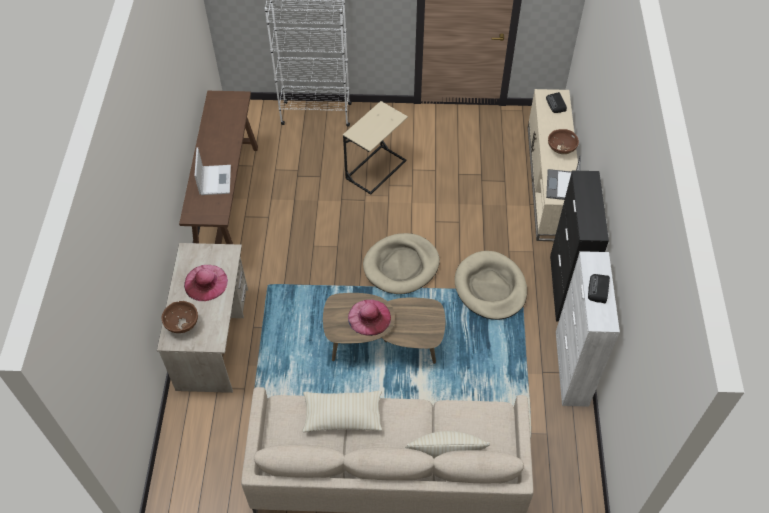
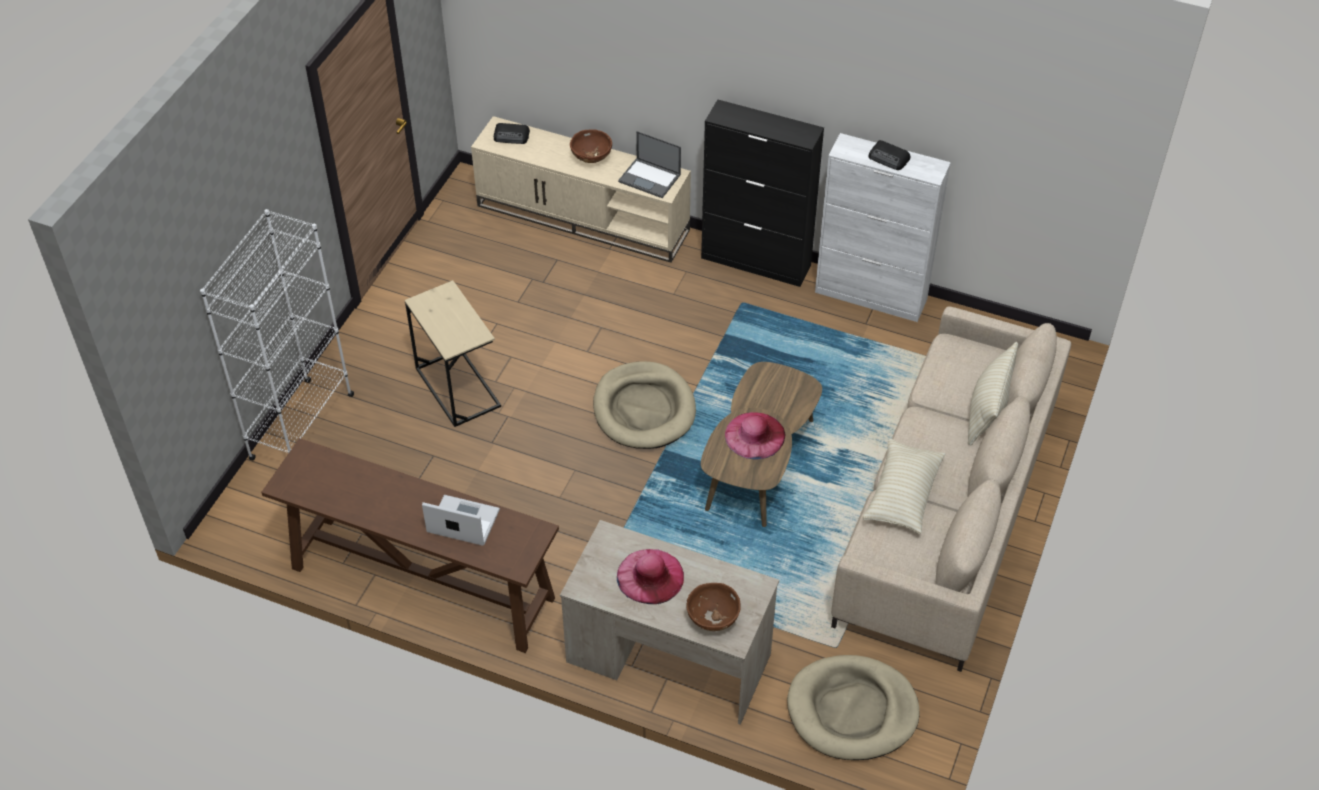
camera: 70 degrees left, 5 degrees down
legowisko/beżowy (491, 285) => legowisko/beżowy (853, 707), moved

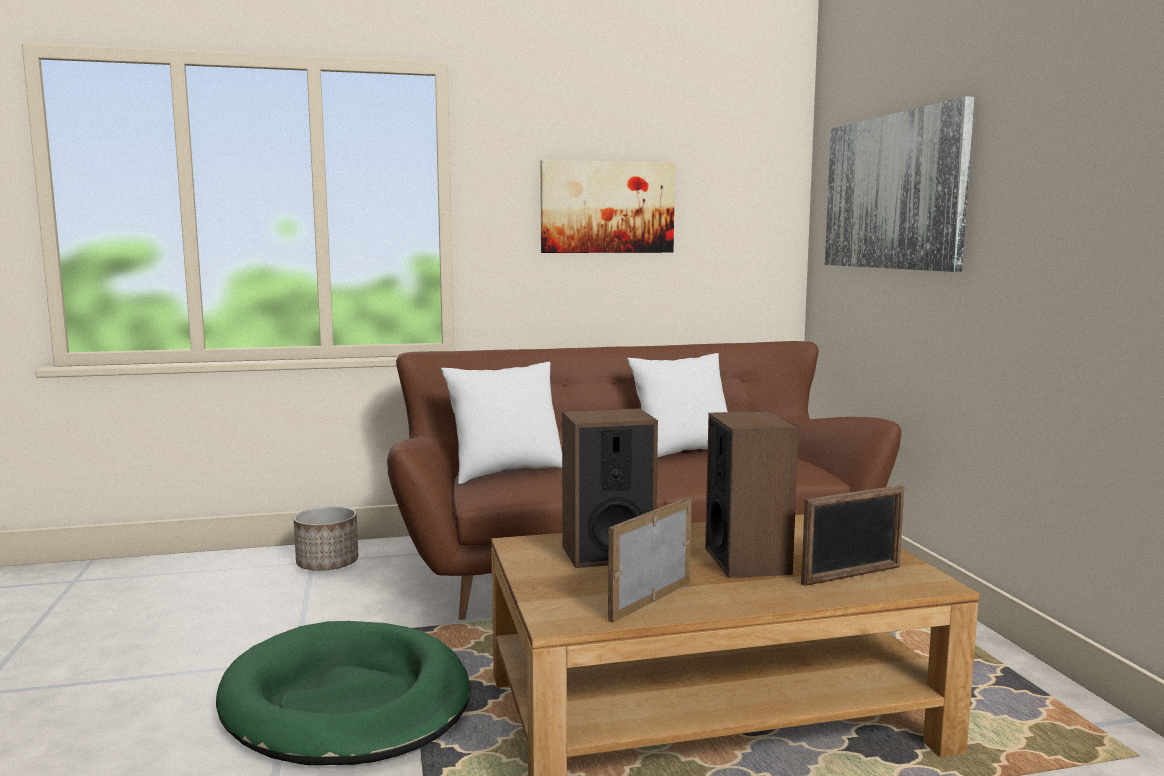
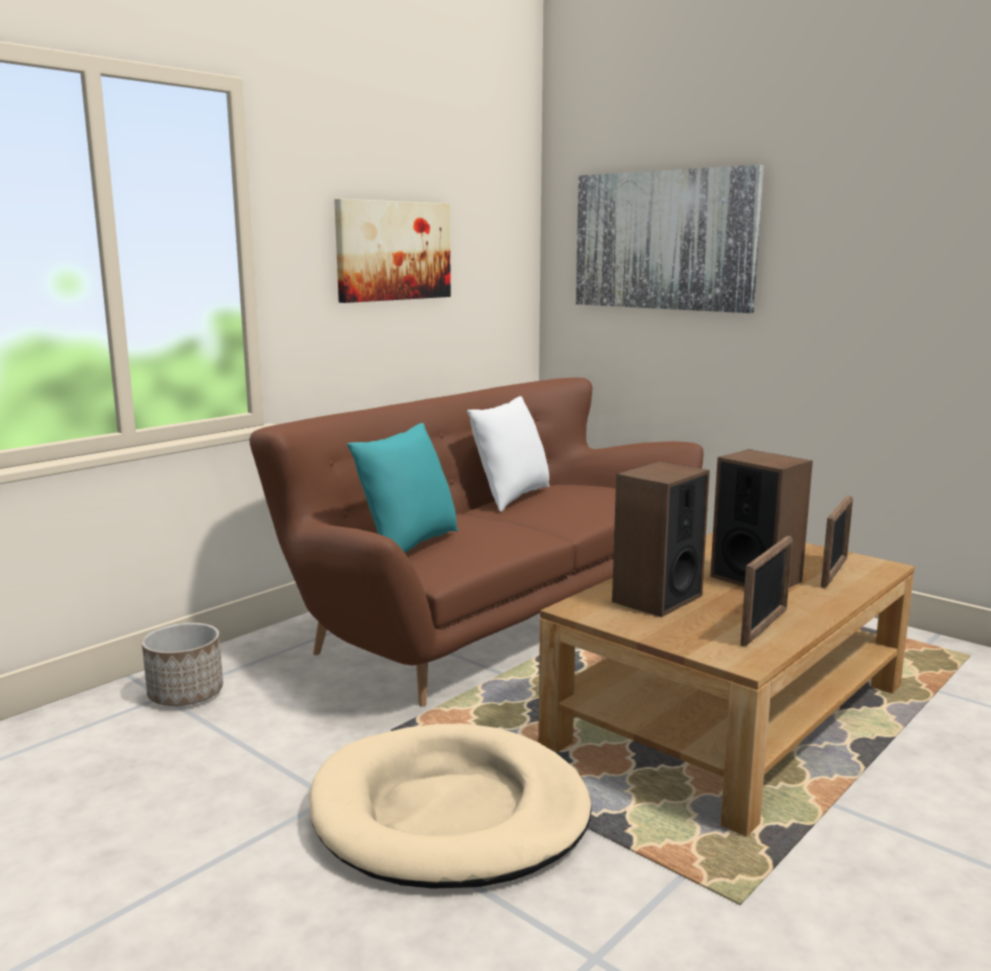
camera: 35 degrees left, 5 degrees up
legowisko/zielony (343, 693) => legowisko/beżowy (451, 806)
poduszka/biały (501, 423) => poduszka/turkusowy (402, 488)
ramka na zdjęcie (650, 560) => ramka na zdjęcie (766, 591), 150 degrees counterclockwise

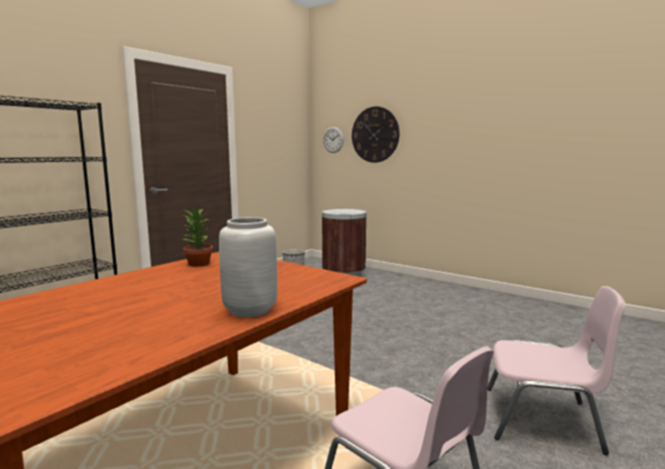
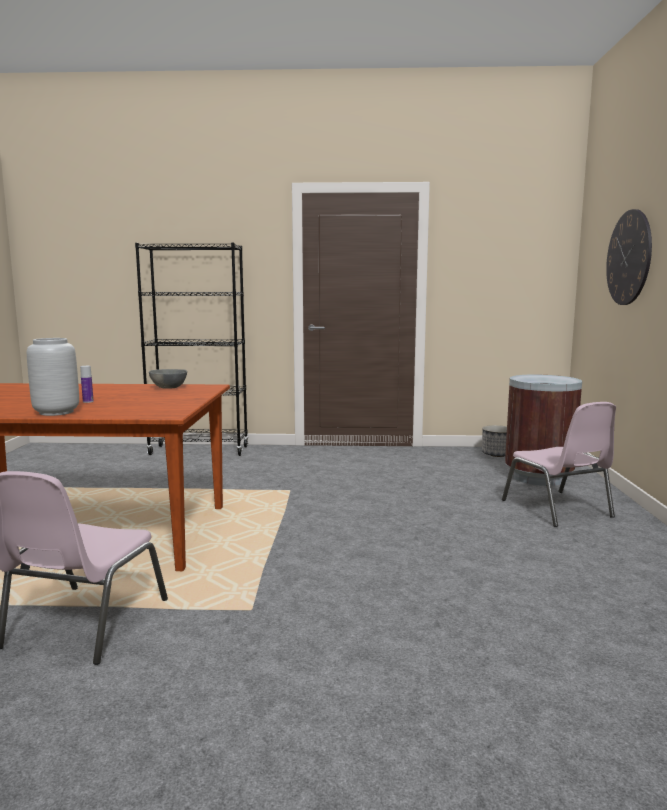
camera: 55 degrees right, 0 degrees up
nothing => butelka (87, 384)
roślina doniczkowa (198, 237) => miska/szary (168, 379)
krzesło/różowy (556, 370) => krzesło/różowy (559, 464), moved
zegar ścienny (333, 140) => nothing

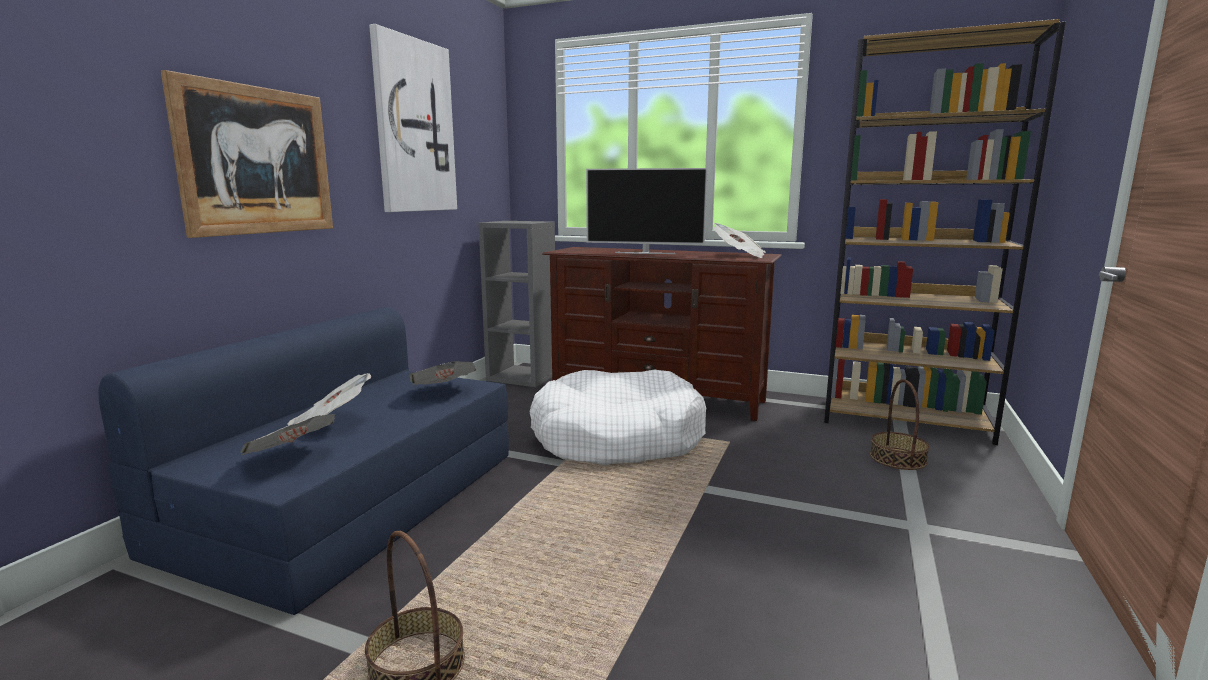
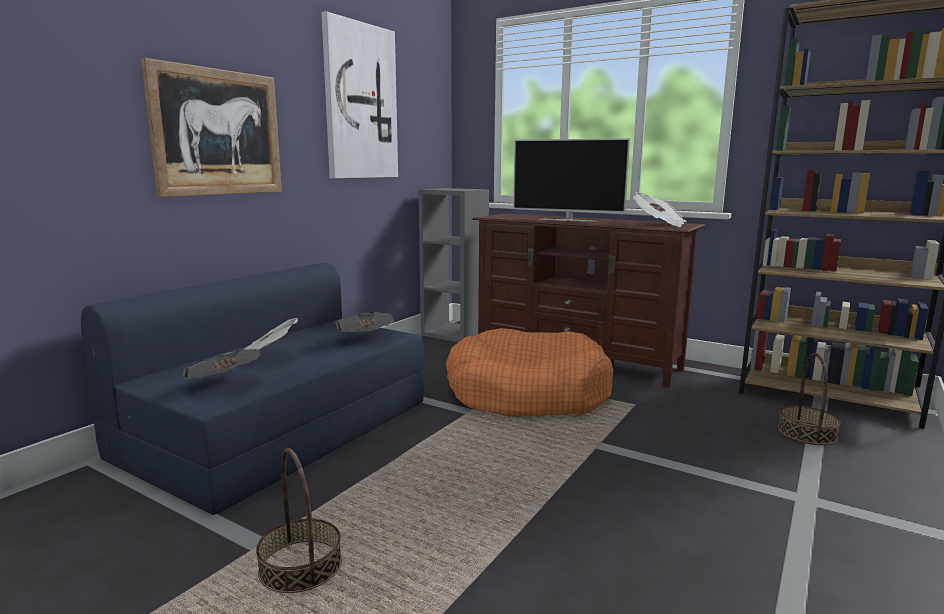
camera: 10 degrees right, 0 degrees up
legowisko/biały (618, 417) => legowisko/pomarańczowy (529, 372)

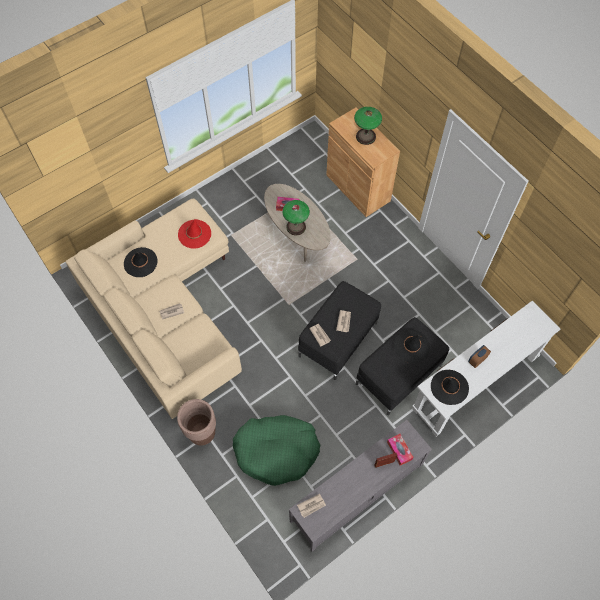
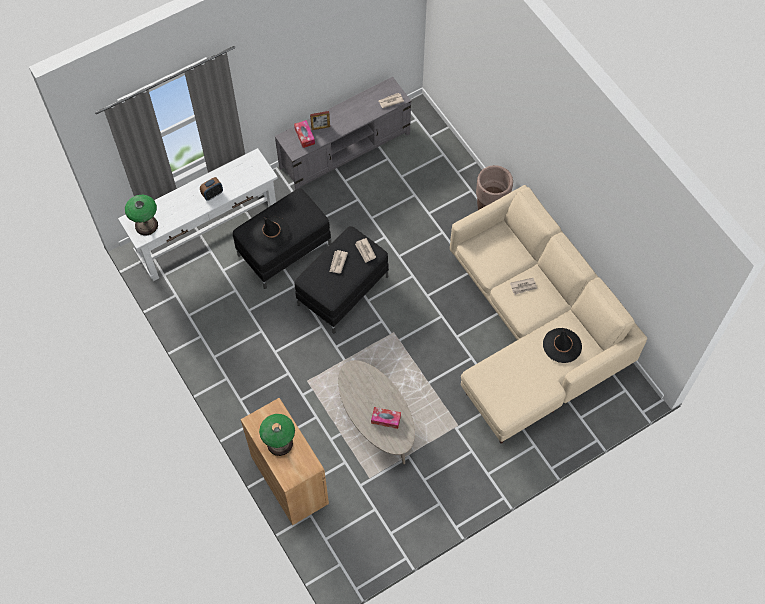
camera: 175 degrees left, 0 degrees up
lampa stołowa (296, 217) => lampa stołowa (141, 215), moved
kapelusz/czerwony (194, 234) => nothing
legowisko/zielony (276, 450) => nothing
kapelusz/czarny (450, 387) => nothing

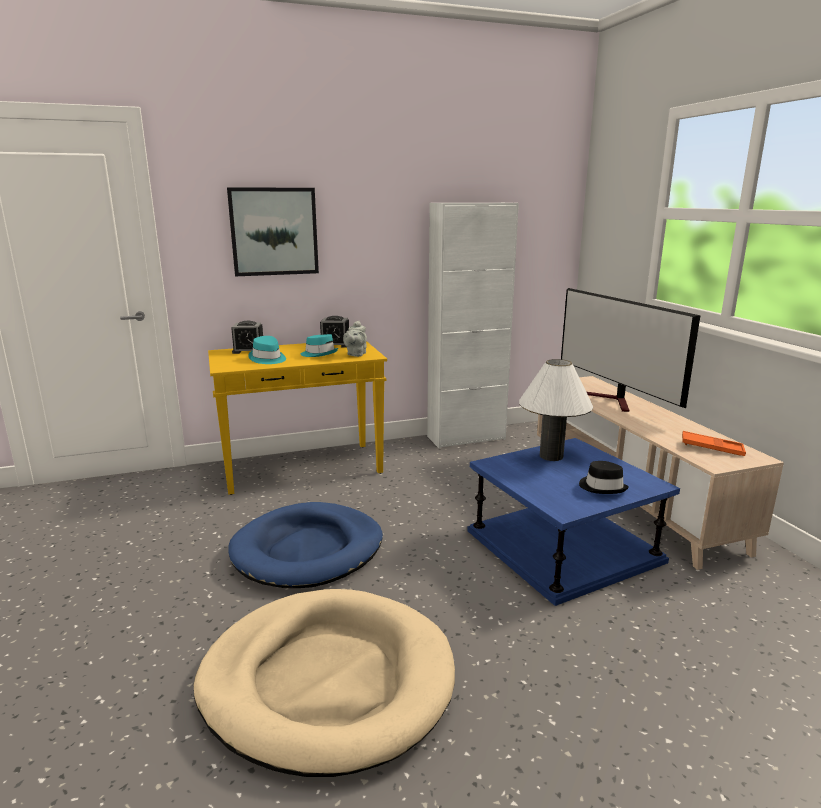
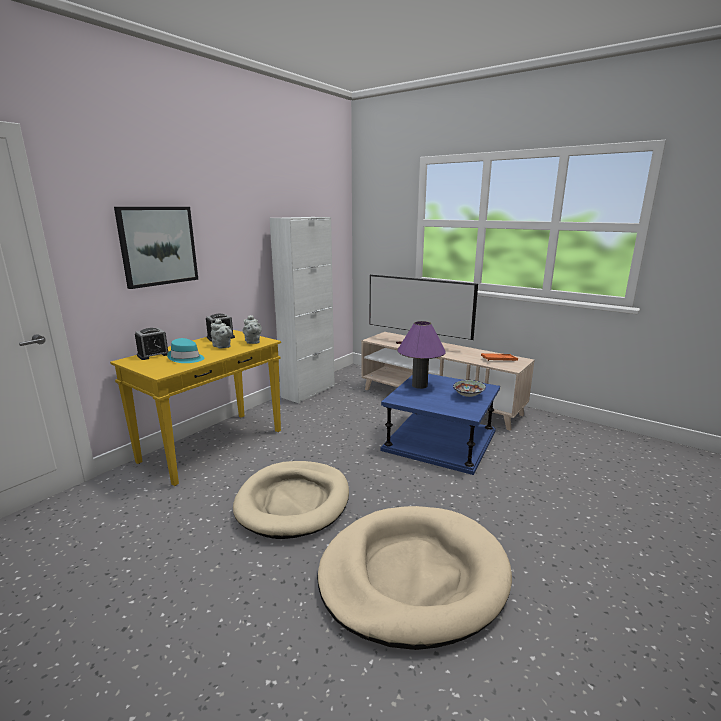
camera: 35 degrees left, 0 degrees up
kapelusz/turkusowy (319, 345) => imbryk/szary (221, 334)
legowisko/niebieski (305, 545) => legowisko/beżowy (291, 500)
lampa stołowa/biały (556, 410) => lampa stołowa/fioletowy (421, 355)
kapelusz/czarny (604, 477) => miska (469, 388)

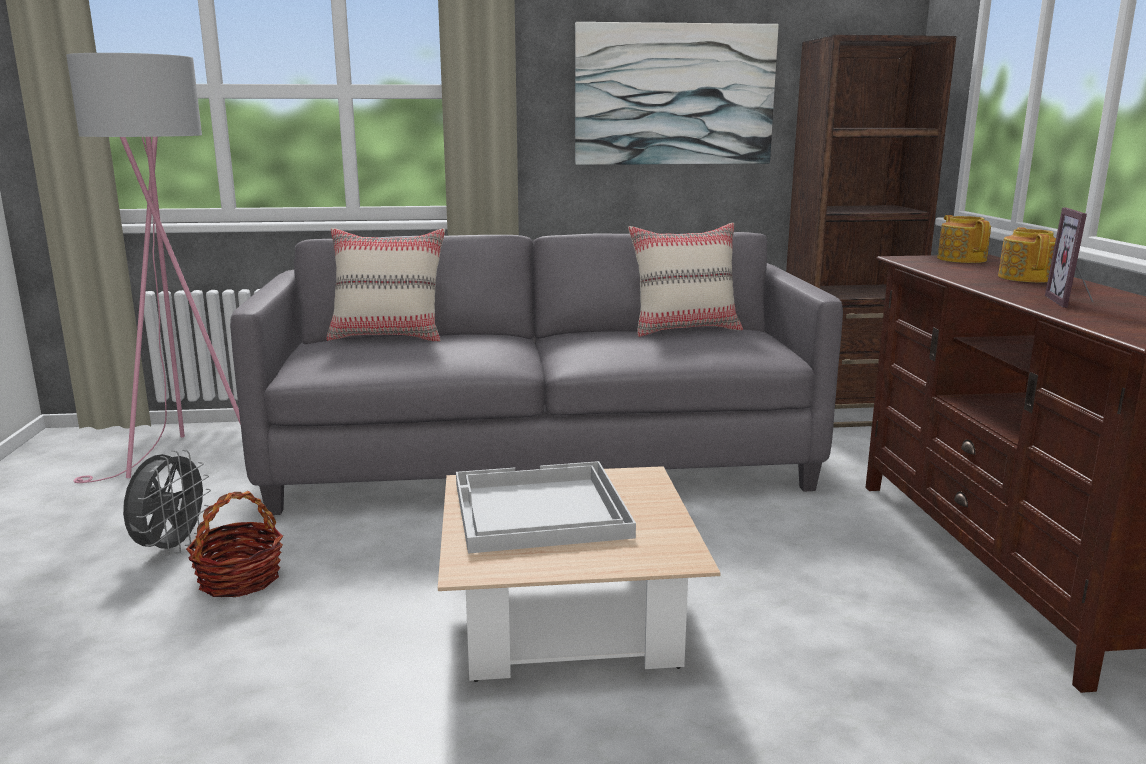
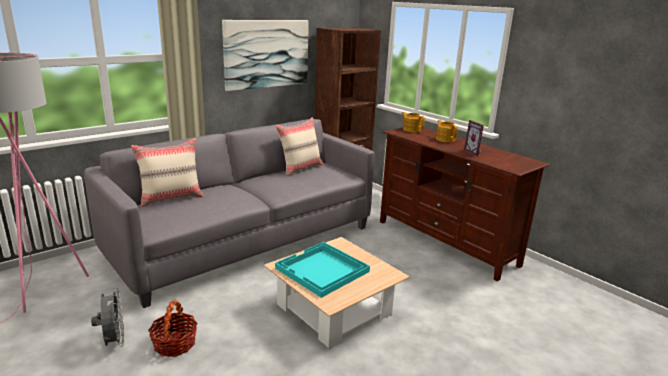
camera: 35 degrees left, 5 degrees up
taca/biały (546, 507) => taca/turkusowy (322, 270)

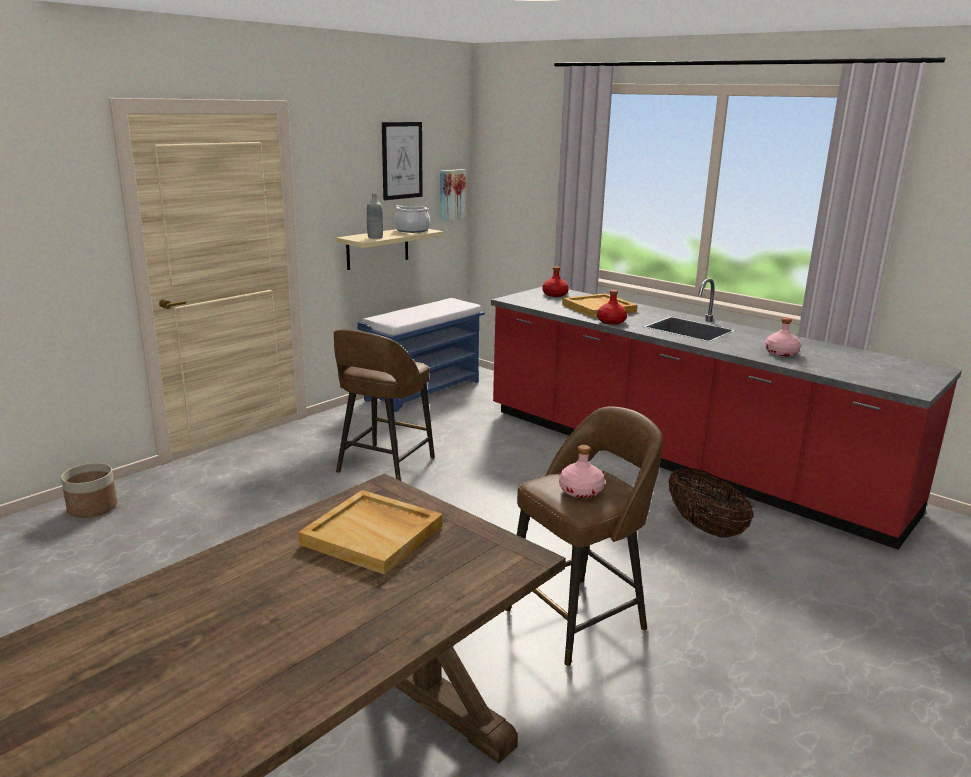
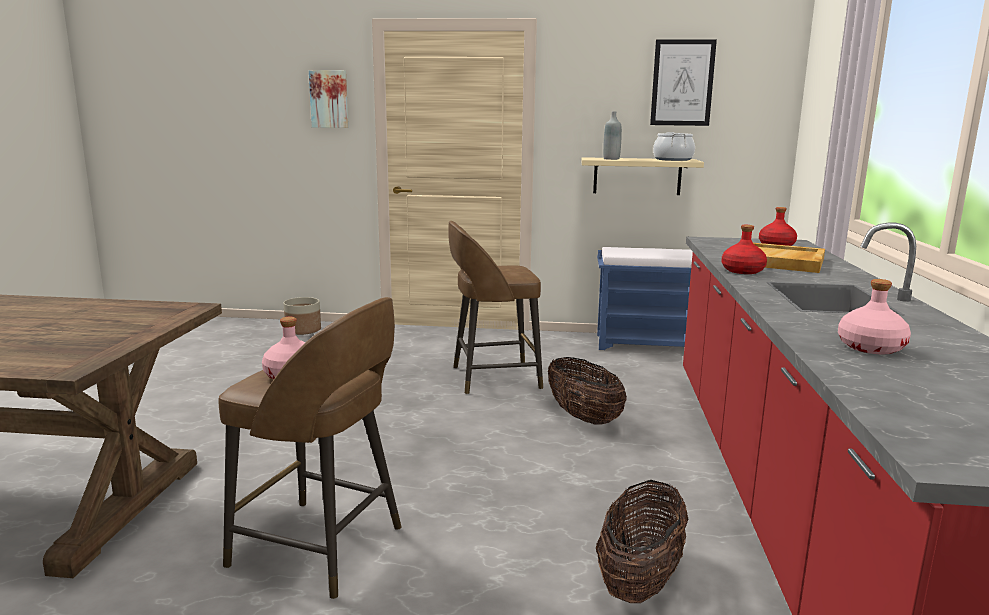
camera: 55 degrees right, 5 degrees down
obraz (453, 195) => obraz (328, 99), moved
nothing => koszyk (587, 391)
taca/beżowy (370, 532) => nothing

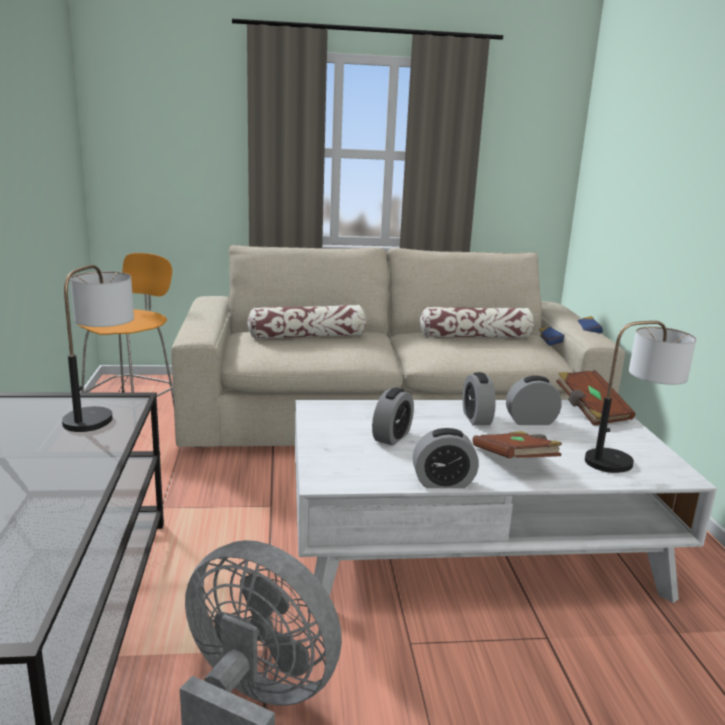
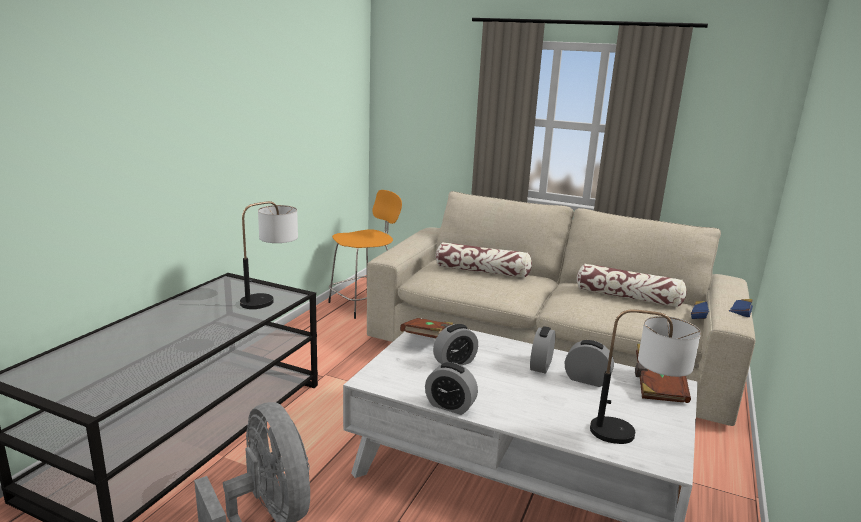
camera: 30 degrees right, 0 degrees up
książka/brązowy (517, 445) => książka/brązowy (426, 328), moved

